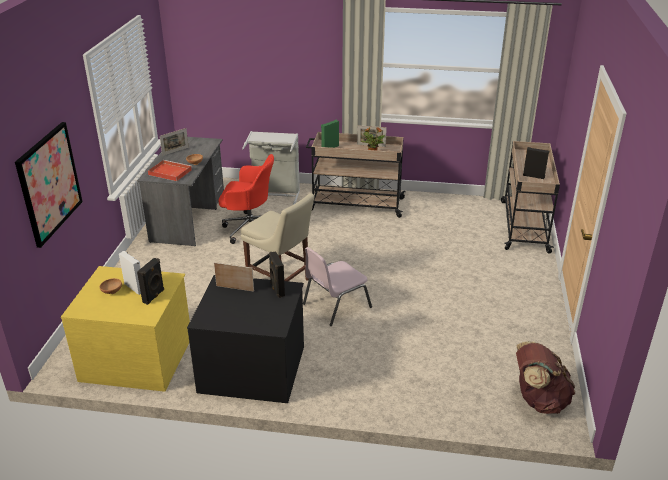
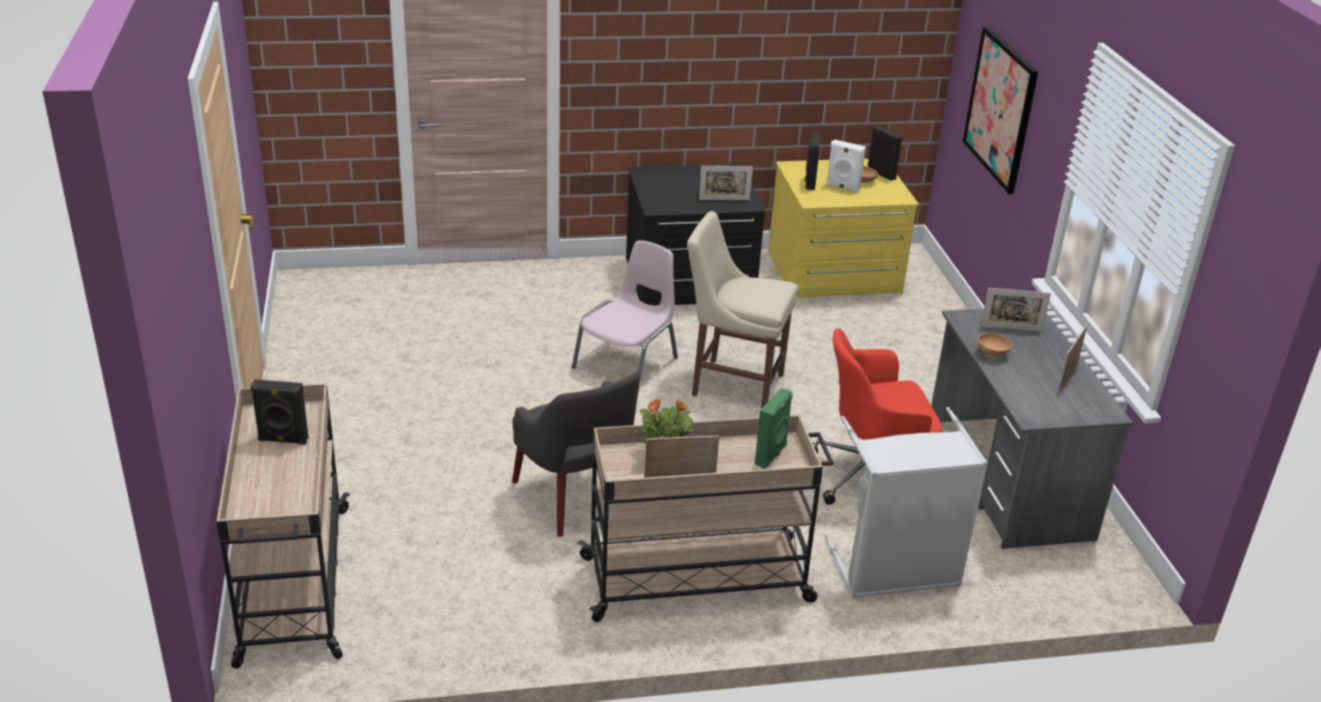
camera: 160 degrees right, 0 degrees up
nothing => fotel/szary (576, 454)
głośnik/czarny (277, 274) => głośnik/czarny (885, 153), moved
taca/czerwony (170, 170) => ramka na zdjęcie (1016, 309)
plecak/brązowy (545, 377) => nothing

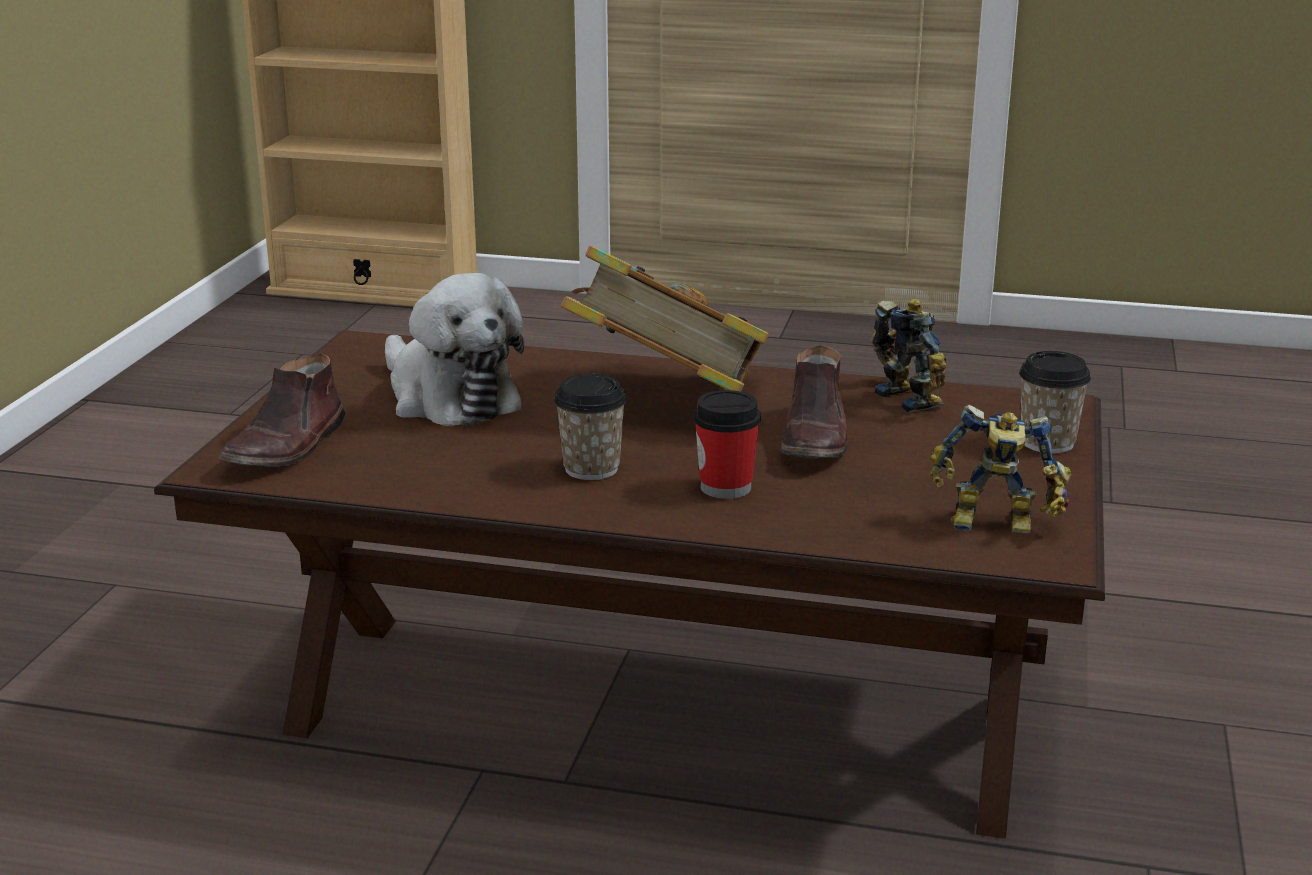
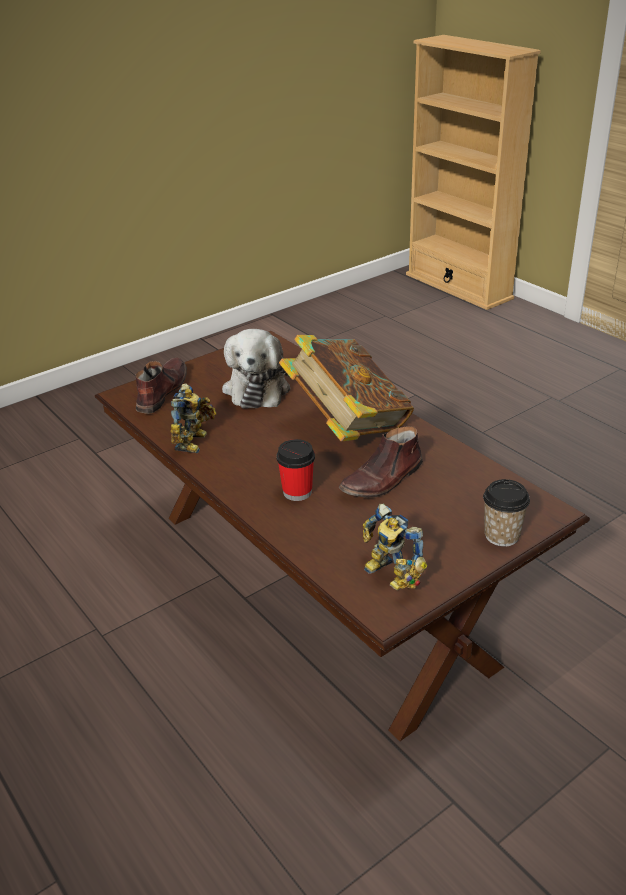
camera: 40 degrees right, 10 degrees up
but/brązowy (282, 410) => but/brązowy (161, 386), 135 degrees clockwise
robot zabawkowy (908, 356) => robot zabawkowy (193, 418), moved
filiżanka (590, 427) => nothing

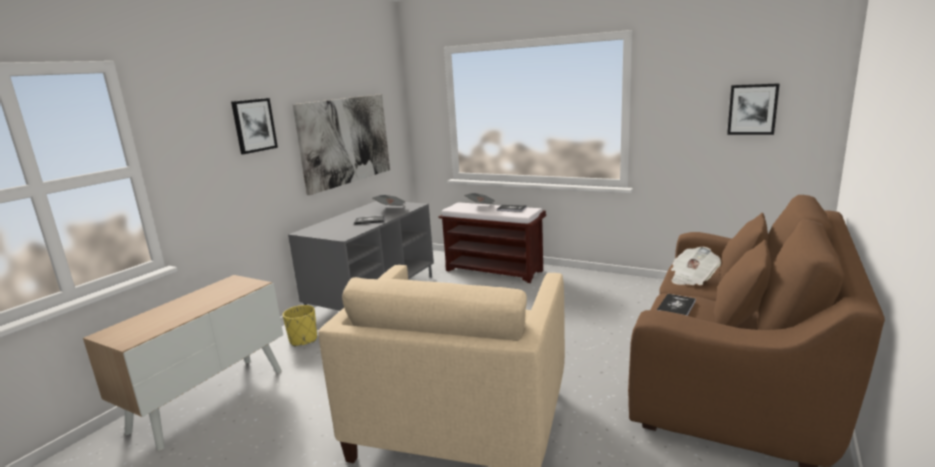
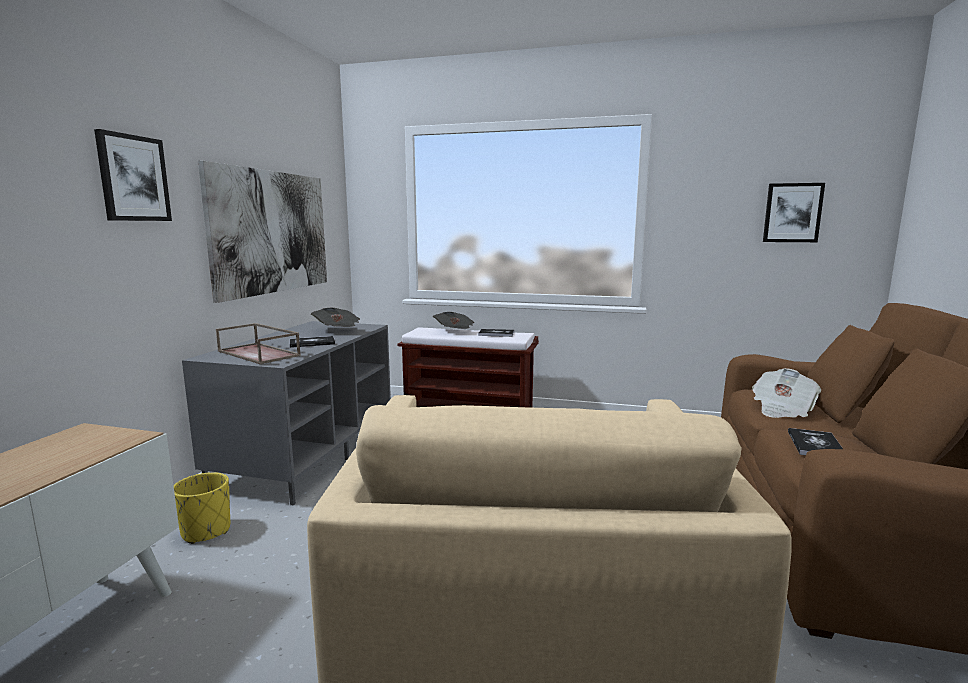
camera: 15 degrees left, 5 degrees down
nothing => taca/brązowy (258, 343)

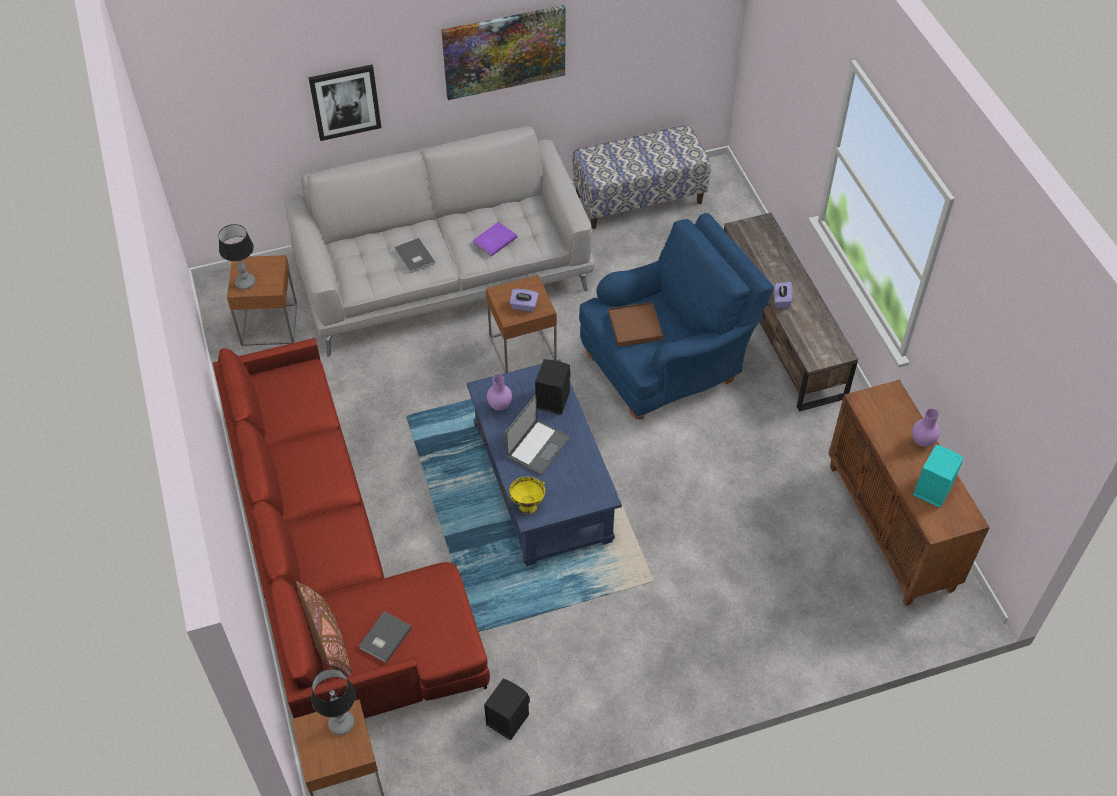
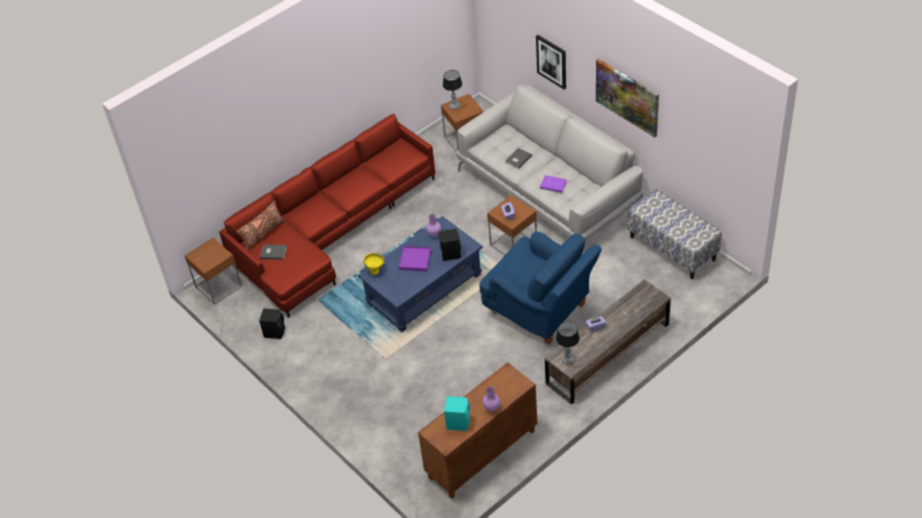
camera: 70 degrees right, 5 degrees down
laptop (537, 435) => taca/fioletowy (415, 258)
lampa stołowa (333, 702) => lampa stołowa (568, 343), moved
taca/brązowy (635, 324) => nothing

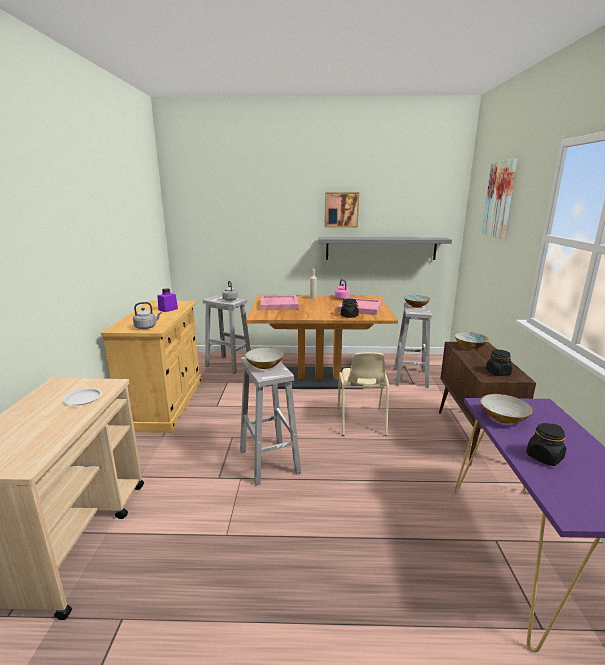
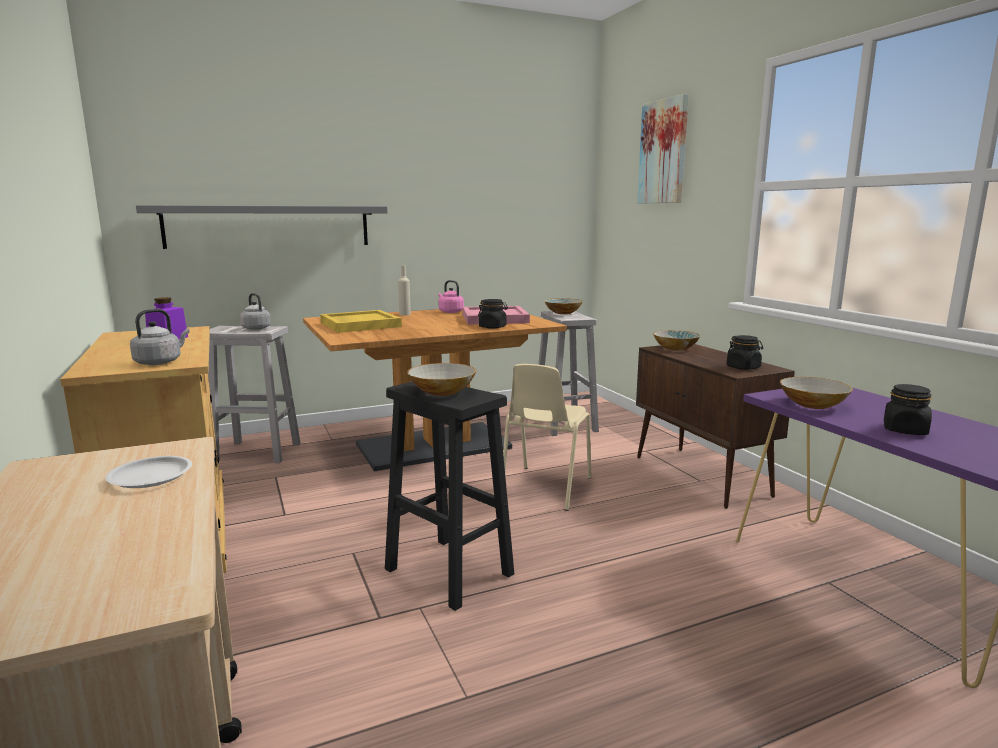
camera: 25 degrees left, 5 degrees down
półka/szary (385, 248) => półka/szary (262, 227), moved
taca/różowy (279, 302) => taca/żółty (361, 321)
stołek/biały (270, 421) => stołek/czarny (449, 496)
krzesło/beżowy (363, 394) => krzesło/beżowy (547, 437), 45 degrees clockwise
obraz (342, 210) => nothing

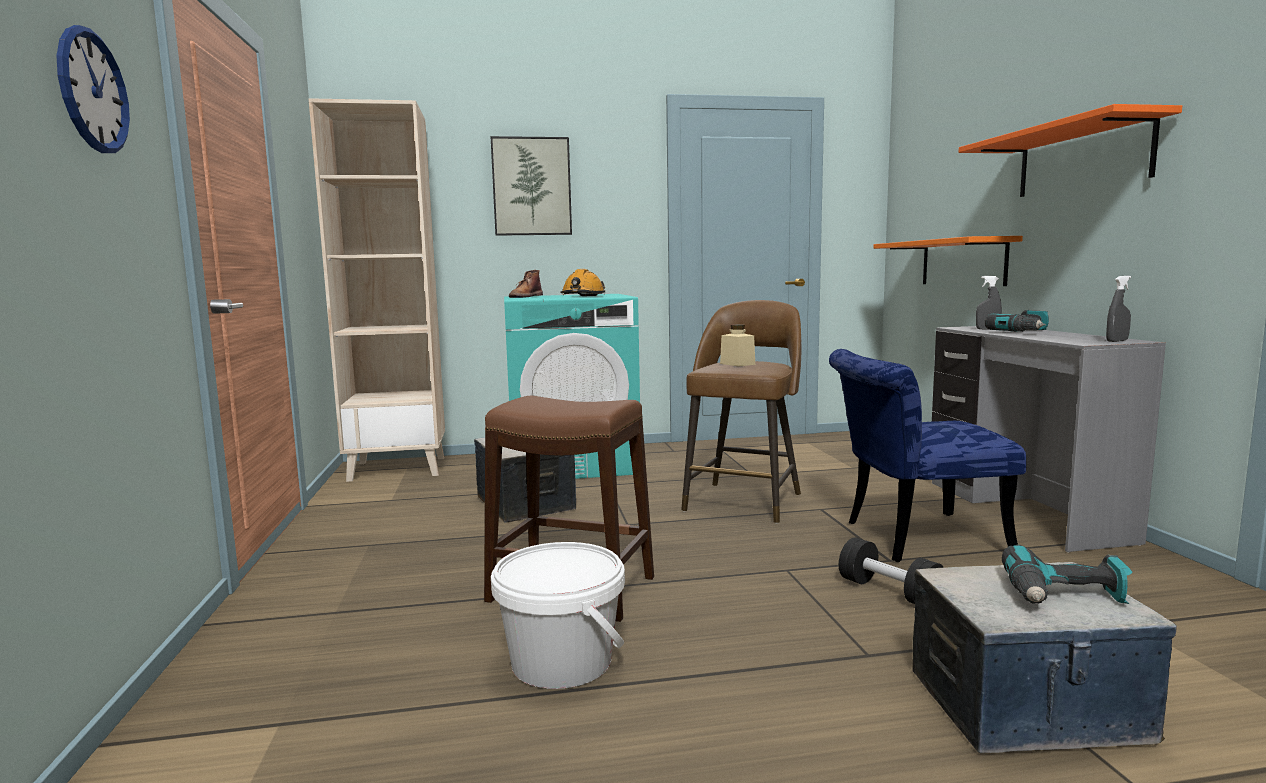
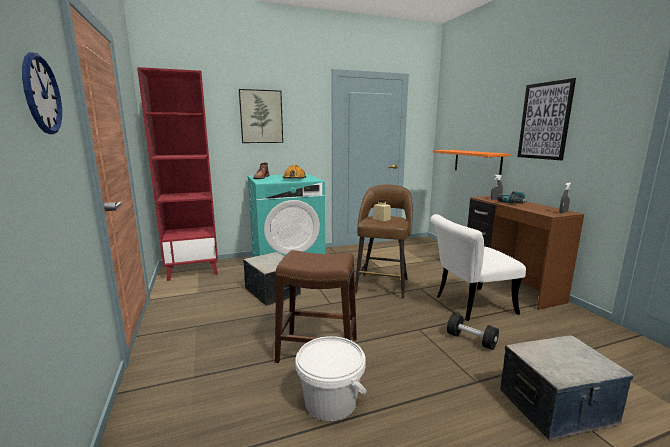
camera: 10 degrees left, 5 degrees up
regał/beżowy (377, 290) => regał/czerwony (177, 174)
krzesło/niebieski (927, 455) => krzesło/biały (478, 267)
biurko/szary (1049, 439) => biurko/brązowy (525, 253)
półka/pomarańczowy (1070, 150) => obraz (546, 119)
wiertarka (1067, 574) => nothing

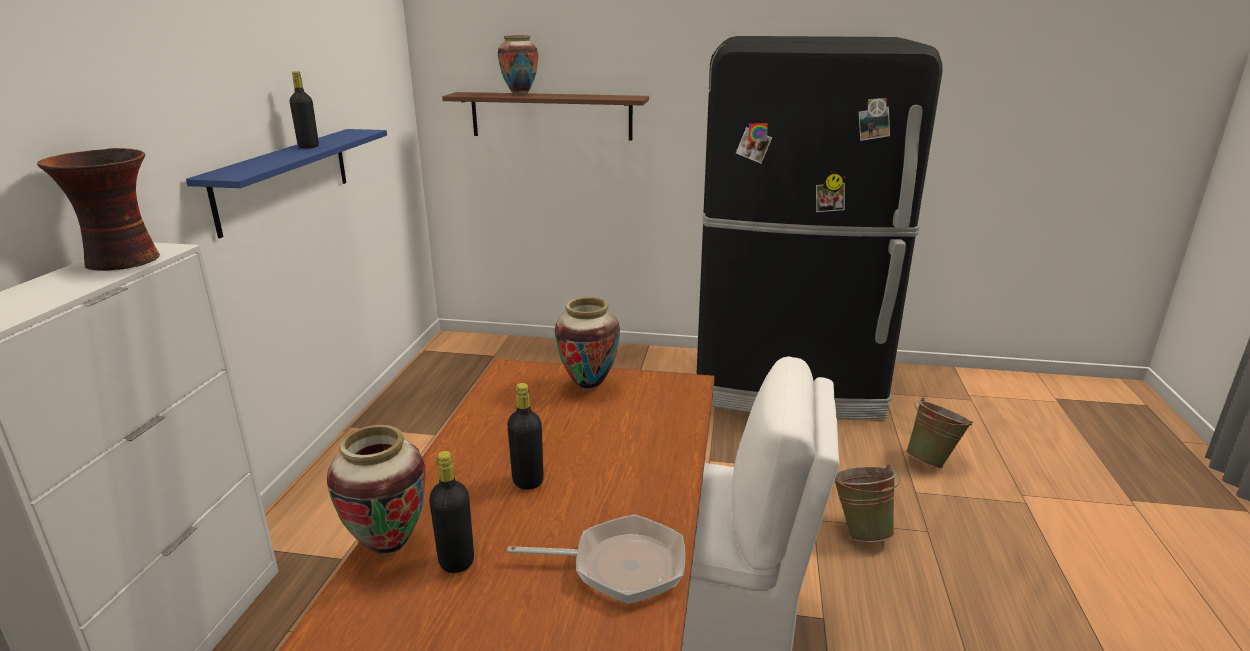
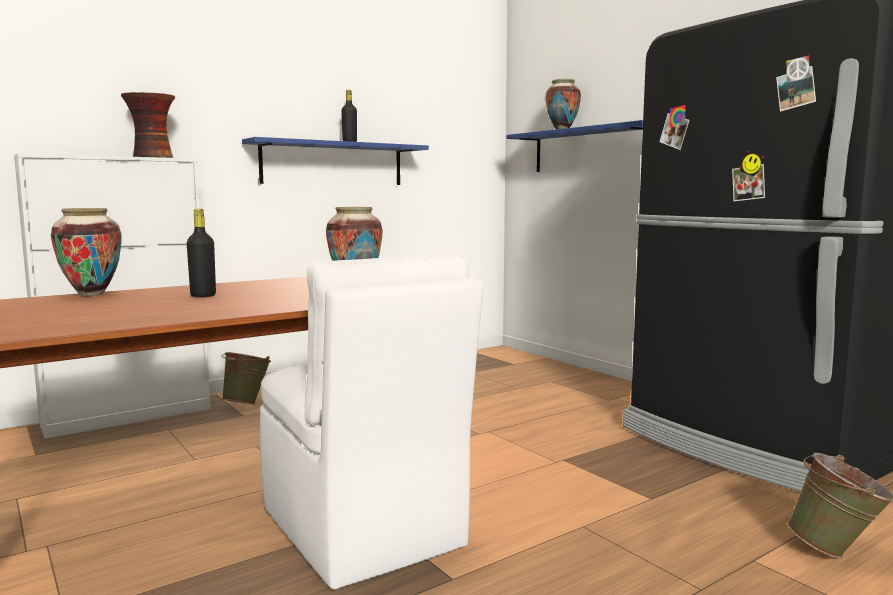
camera: 45 degrees right, 15 degrees down
wiadro/zielony (867, 503) => wiadro/zielony (246, 378), moved
półka/brązowy (545, 116) => półka/niebieski (574, 146)
butelka/czarny (451, 512) => nothing
patelnia (596, 559) => nothing

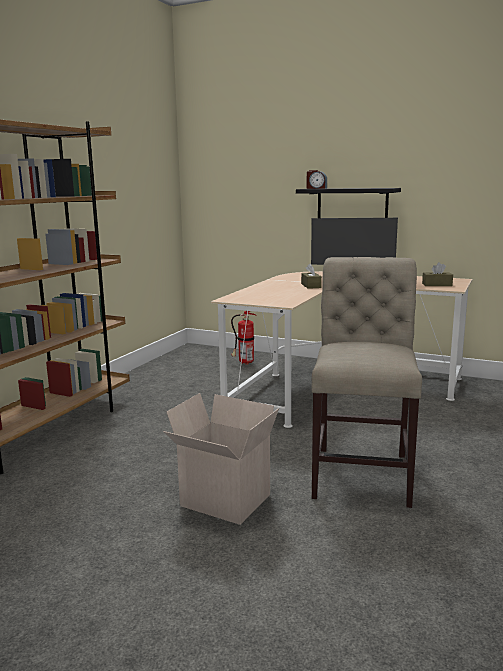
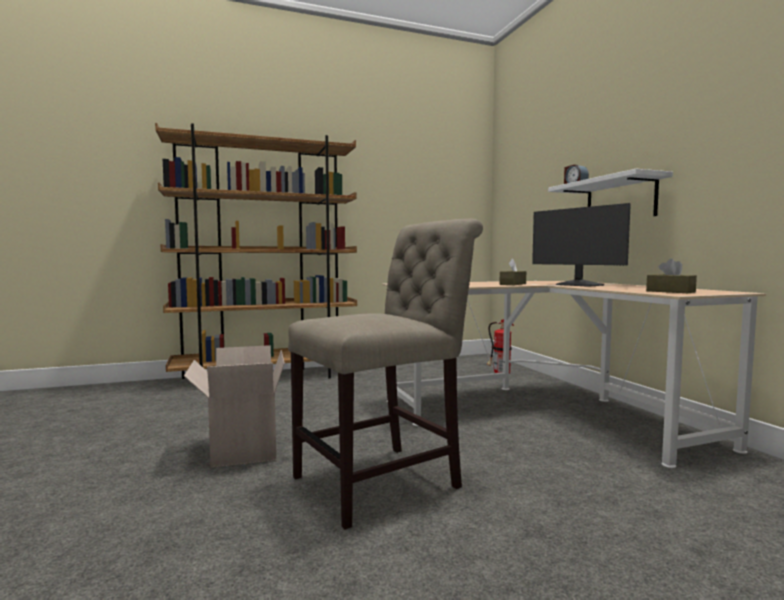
camera: 45 degrees right, 10 degrees down
półka/czarny (348, 203) => półka/biały (610, 192)

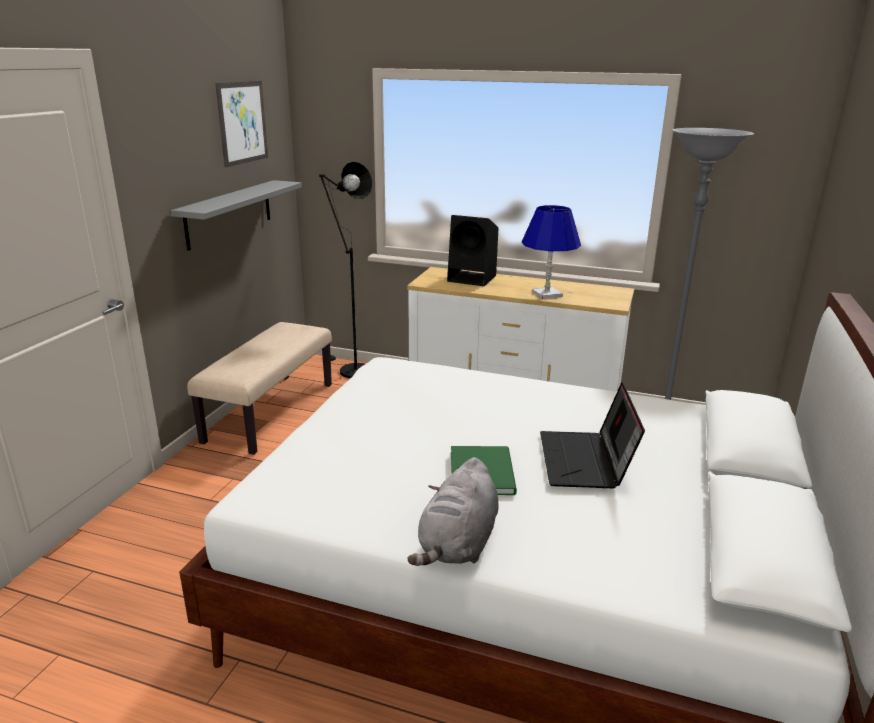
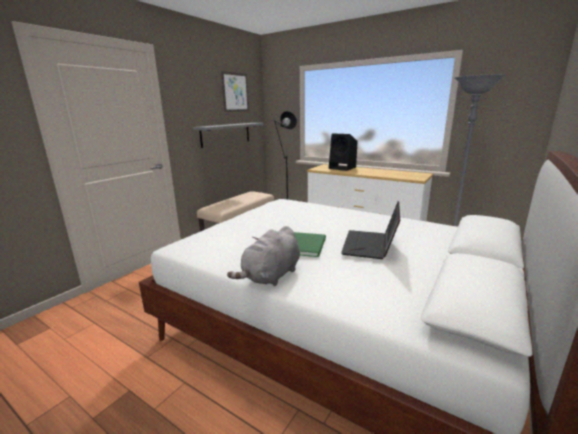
camera: 15 degrees right, 5 degrees down
lampa stołowa/niebieski (551, 252) => nothing

